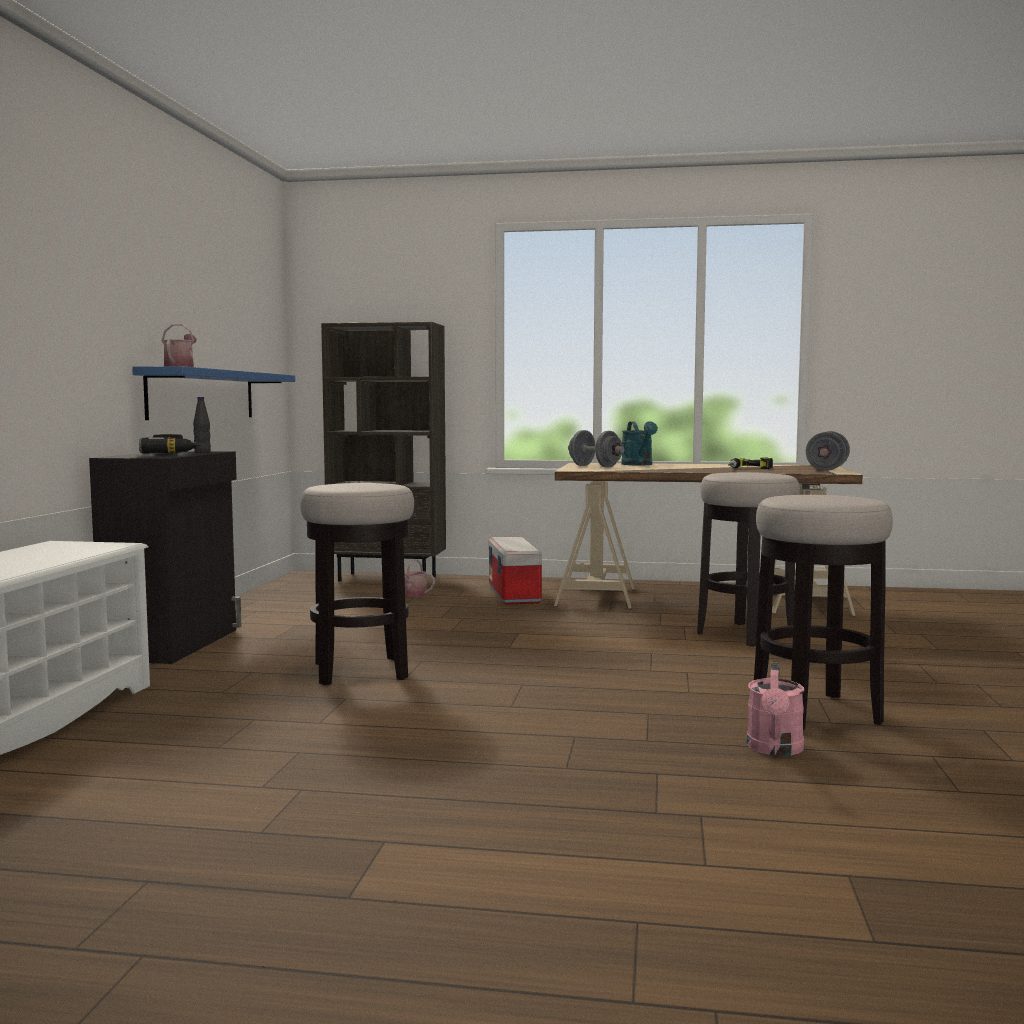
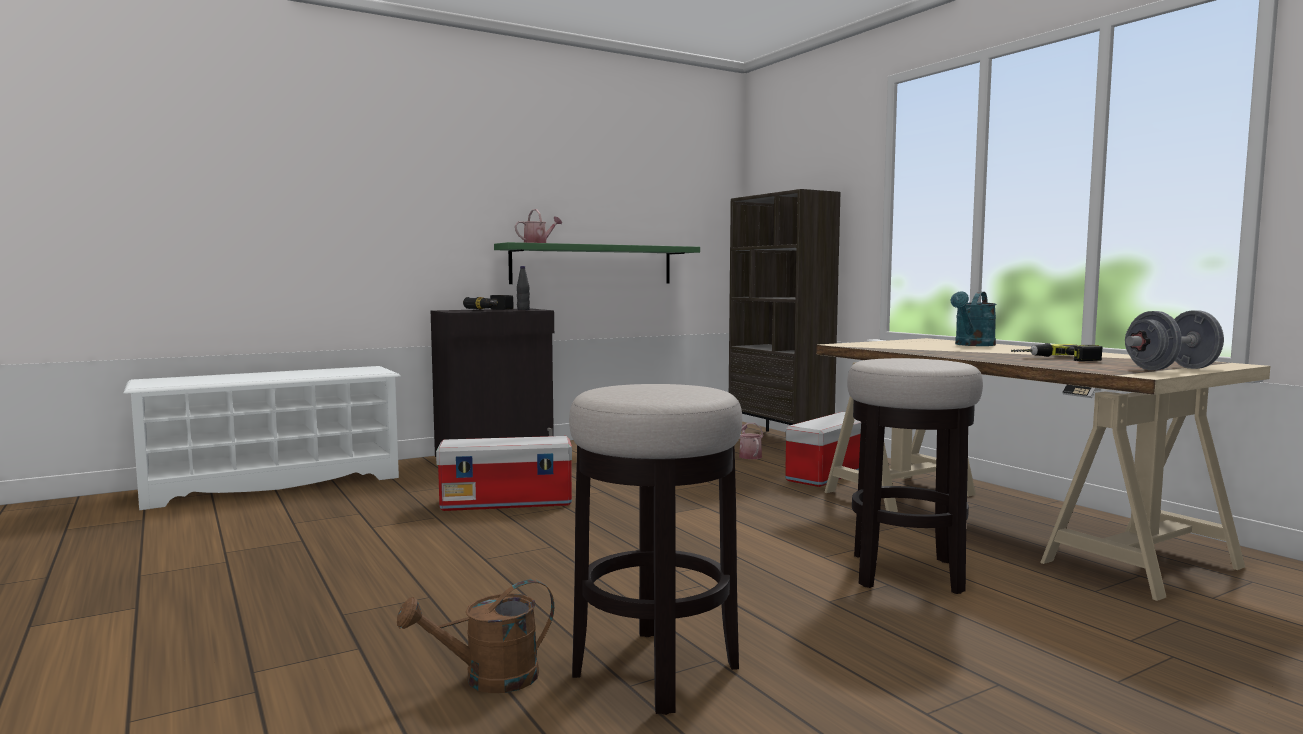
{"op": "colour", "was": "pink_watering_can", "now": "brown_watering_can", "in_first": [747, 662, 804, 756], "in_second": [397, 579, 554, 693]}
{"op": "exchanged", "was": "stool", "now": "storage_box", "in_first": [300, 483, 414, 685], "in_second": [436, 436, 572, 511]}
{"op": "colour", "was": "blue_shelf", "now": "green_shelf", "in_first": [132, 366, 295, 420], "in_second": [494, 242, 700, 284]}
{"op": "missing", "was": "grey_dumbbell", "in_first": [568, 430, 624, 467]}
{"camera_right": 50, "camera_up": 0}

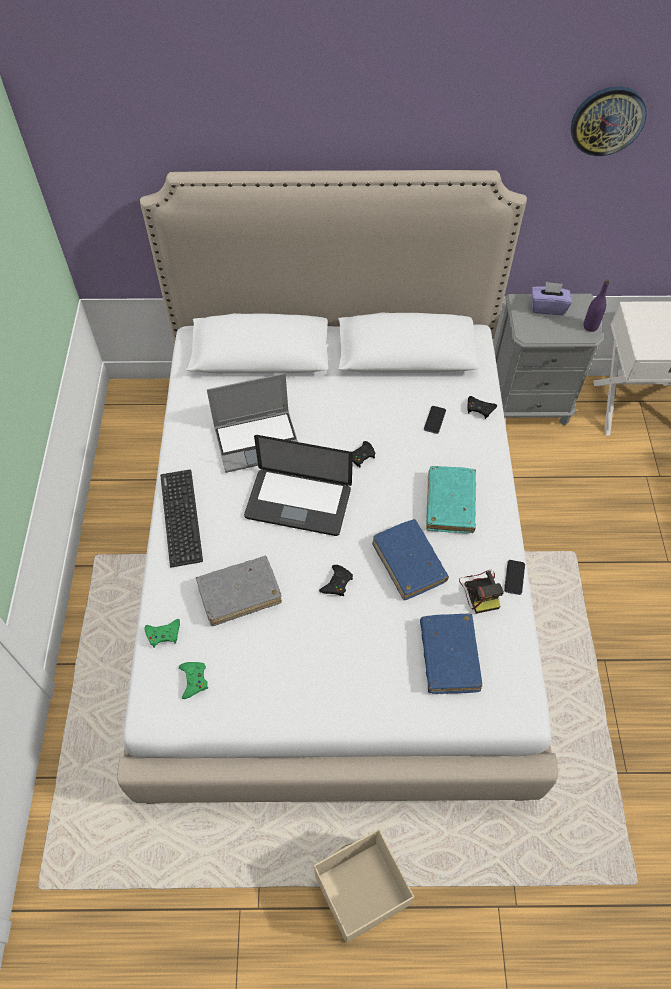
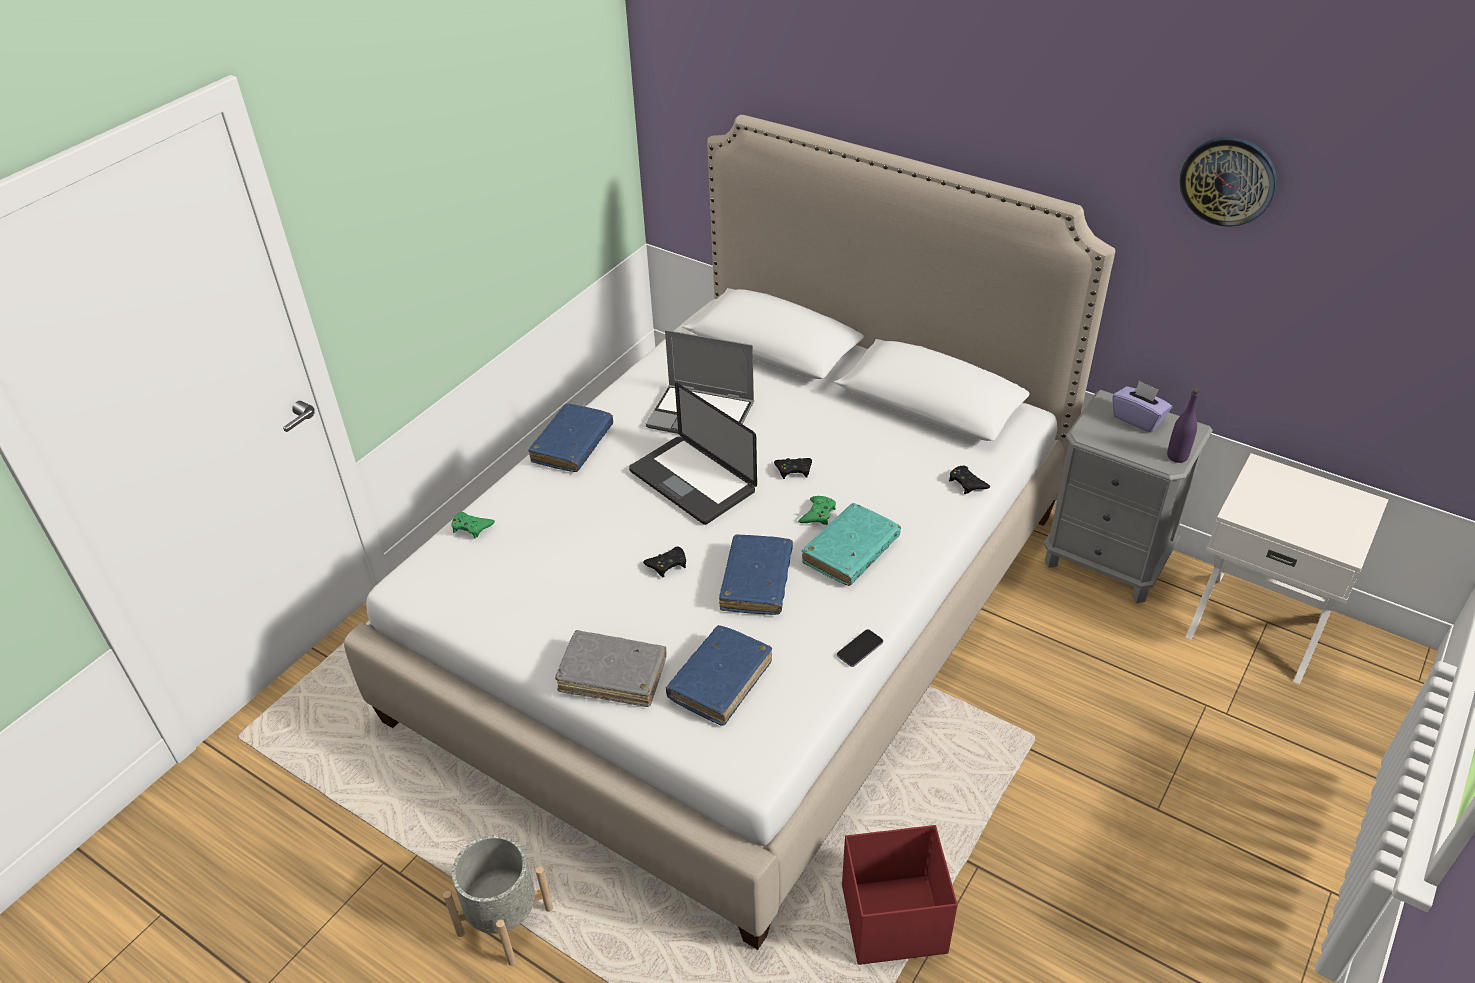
{"op": "exchanged", "was": "beige_storage_box", "now": "grey_planter", "in_first": [314, 829, 414, 943], "in_second": [443, 835, 553, 966]}
{"op": "exchanged", "was": "keyboard", "now": "blue_book", "in_first": [160, 470, 203, 567], "in_second": [528, 403, 613, 472]}
{"op": "relocated", "was": "grey_book", "in_first": [196, 556, 282, 626], "in_second": [555, 630, 667, 707]}
{"op": "relocated", "was": "green_game_controller", "in_first": [179, 662, 208, 699], "in_second": [798, 496, 836, 525]}
{"op": "appeared", "now": "red_storage_box", "in_second": [842, 825, 958, 965]}
{"op": "missing", "was": "phone", "in_first": [424, 406, 446, 434]}
{"op": "missing", "was": "photo_camera", "in_first": [459, 570, 504, 614]}
{"camera_right": 35, "camera_up": -15}

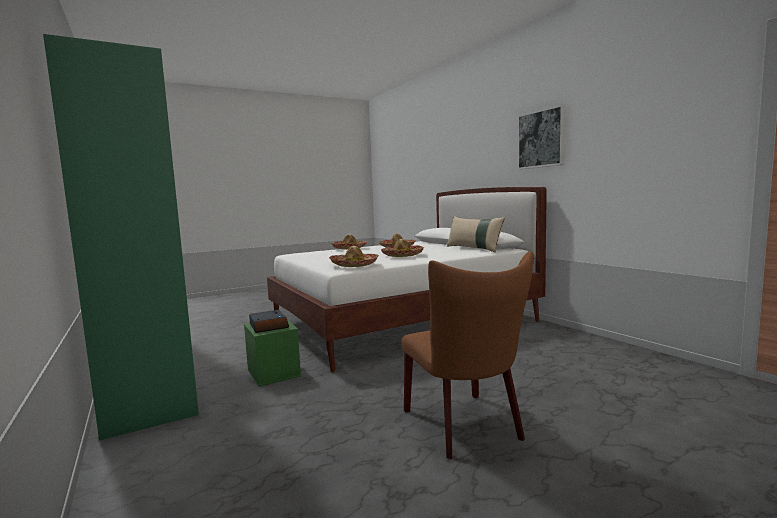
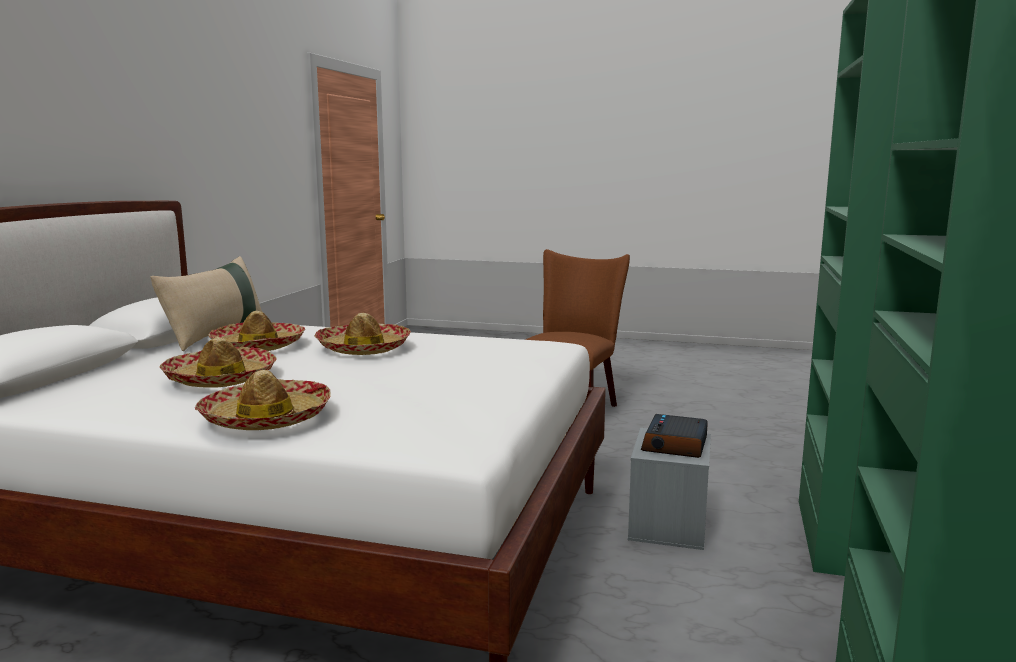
{"op": "relocated", "was": "hat", "in_first": [329, 246, 379, 267], "in_second": [208, 311, 305, 351]}
{"op": "colour", "was": "green_storage_box", "now": "grey_storage_box", "in_first": [244, 320, 301, 387], "in_second": [628, 428, 711, 550]}
{"op": "missing", "was": "picture", "in_first": [517, 104, 566, 170]}
{"camera_right": -135, "camera_up": 5}

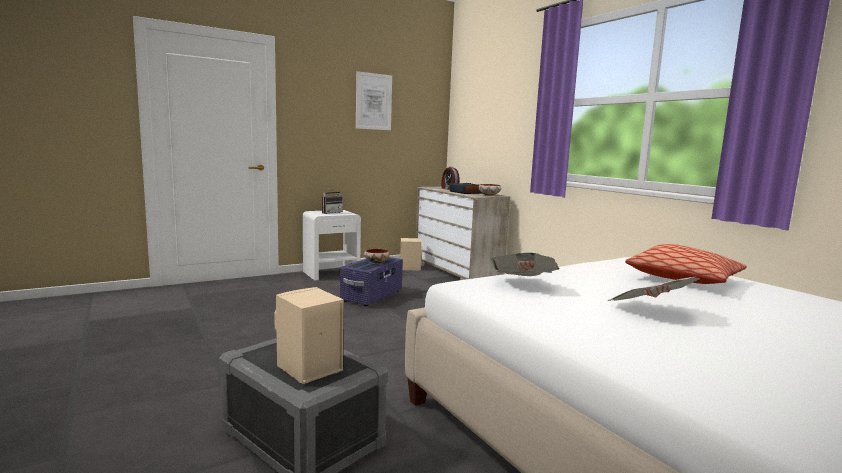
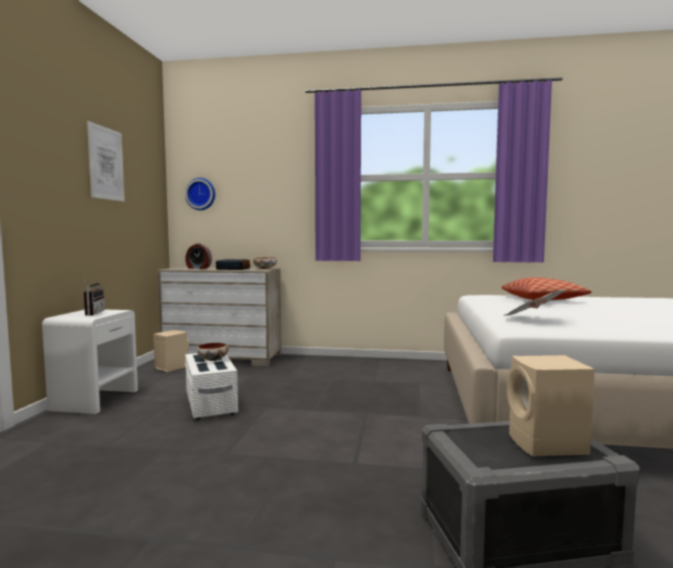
{"op": "appeared", "now": "wall_clock", "in_second": [185, 178, 215, 210]}
{"op": "colour", "was": "purple_storage_box", "now": "white_storage_box", "in_first": [340, 257, 403, 306], "in_second": [185, 353, 238, 420]}
{"op": "missing", "was": "newspaper", "in_first": [607, 277, 700, 301]}
{"camera_right": -50, "camera_up": -5}

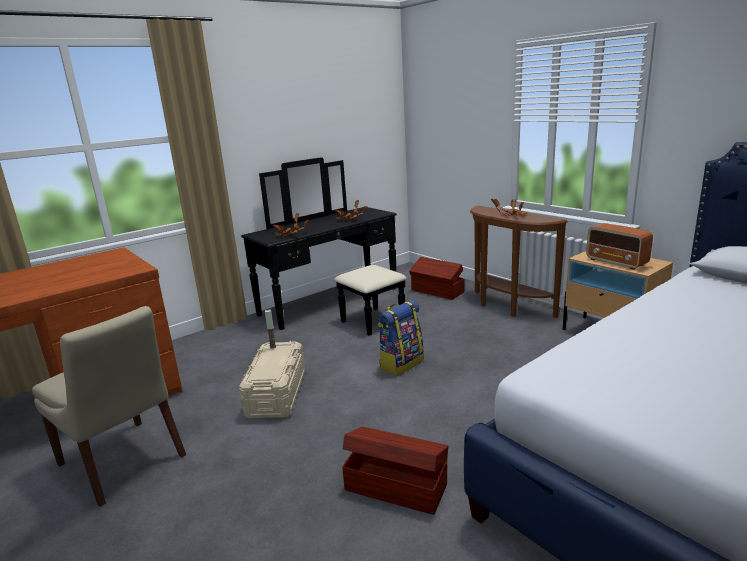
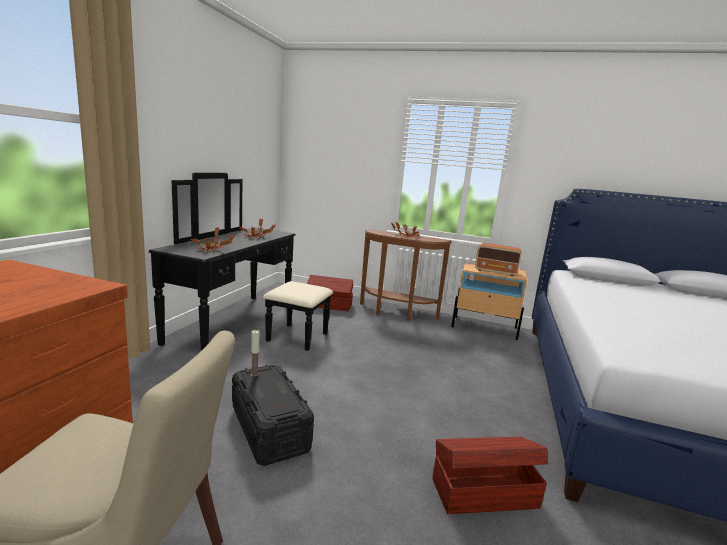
{"op": "colour", "was": "beige_storage_box", "now": "black_storage_box", "in_first": [239, 341, 305, 419], "in_second": [232, 365, 314, 466]}
{"op": "missing", "was": "backpack", "in_first": [378, 300, 424, 376]}
{"camera_right": -35, "camera_up": -5}

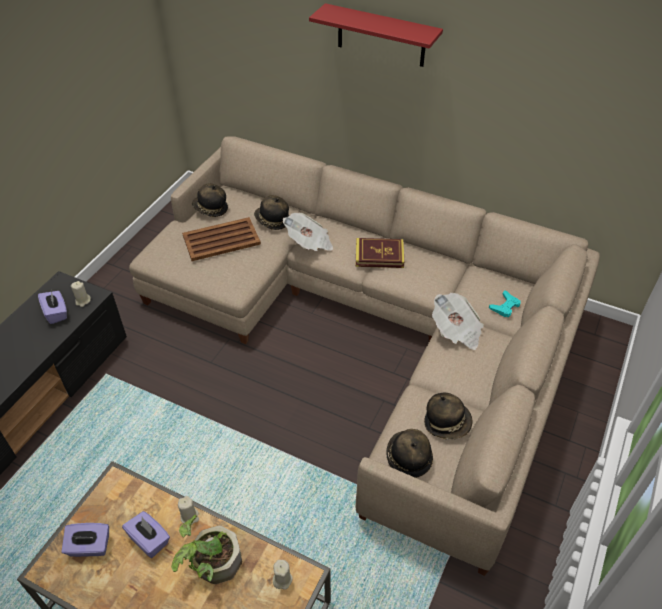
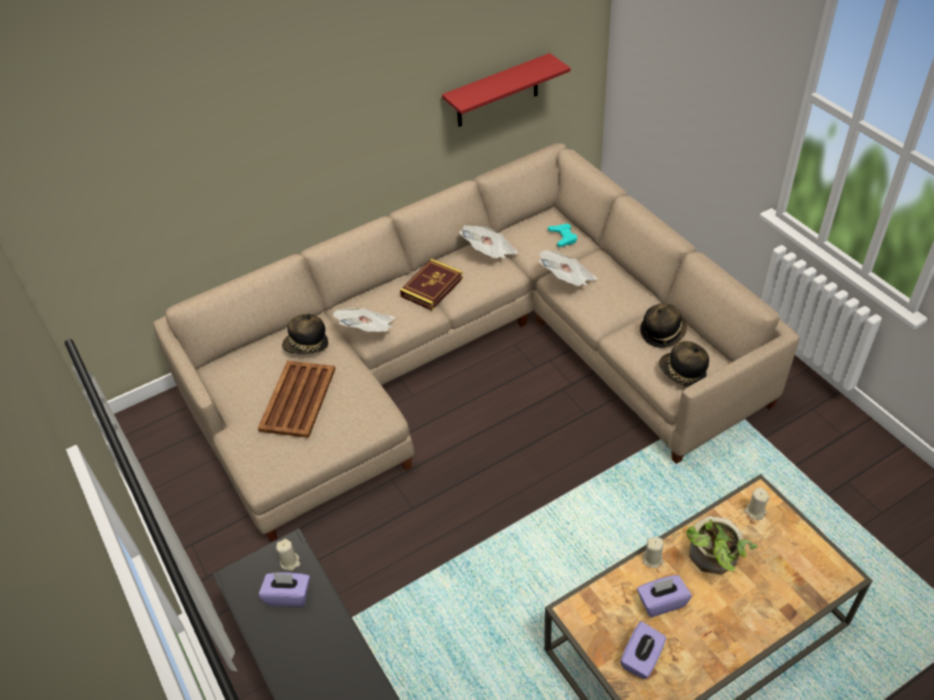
{"op": "relocated", "was": "red_shelf", "in_first": [309, 3, 443, 67], "in_second": [442, 53, 571, 127]}
{"op": "appeared", "now": "newspaper", "in_second": [459, 226, 518, 259]}
{"op": "missing", "was": "hat", "in_first": [192, 184, 228, 217]}
{"camera_right": -55, "camera_up": 0}

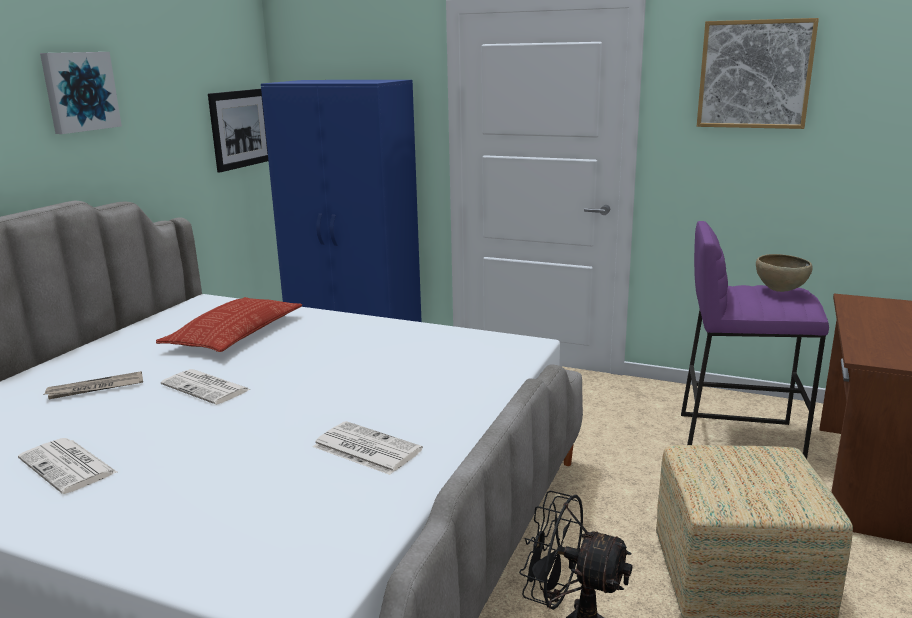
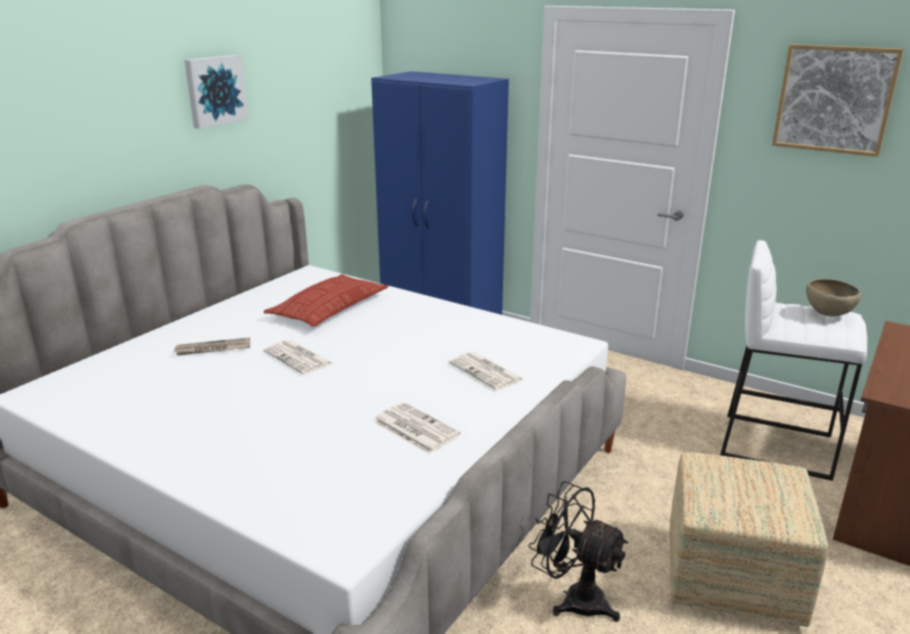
{"op": "relocated", "was": "newspaper", "in_first": [18, 438, 117, 494], "in_second": [449, 352, 524, 390]}
{"op": "colour", "was": "purple_stool", "now": "white_stool", "in_first": [681, 221, 829, 459], "in_second": [720, 240, 867, 481]}
{"op": "missing", "was": "picture", "in_first": [208, 89, 268, 173]}
{"camera_right": 10, "camera_up": 5}

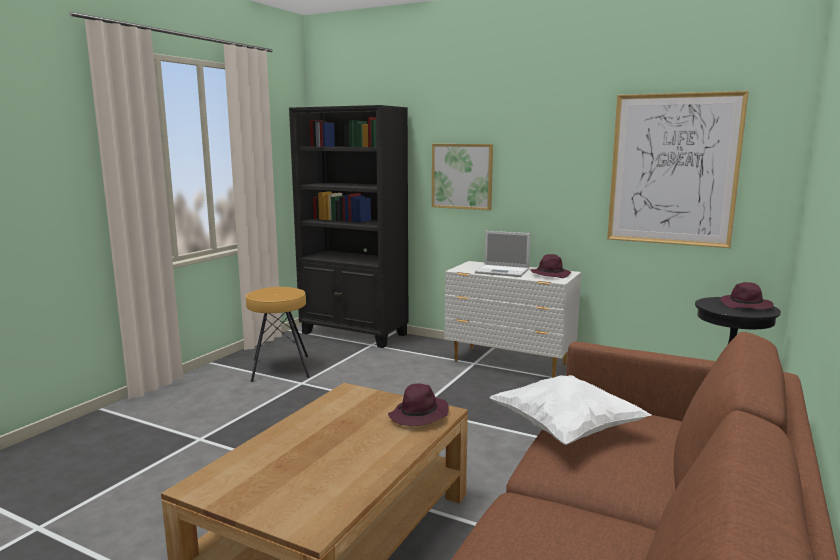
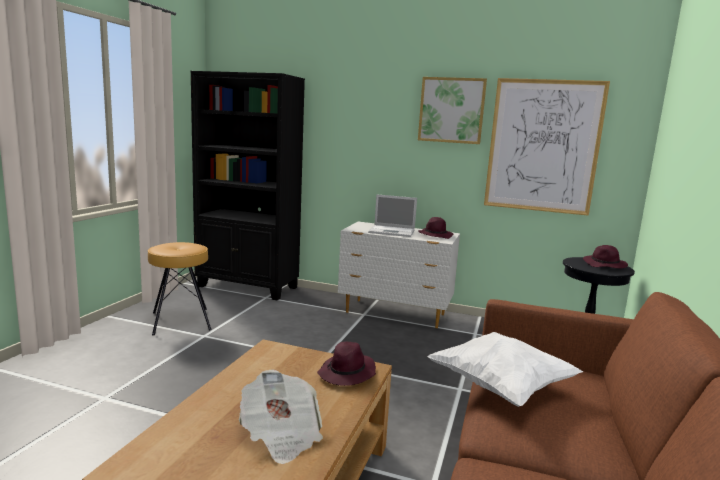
{"op": "appeared", "now": "newspaper", "in_second": [239, 370, 323, 464]}
{"op": "relocated", "was": "picture", "in_first": [432, 144, 493, 211], "in_second": [418, 77, 487, 144]}
{"camera_right": -10, "camera_up": 0}

